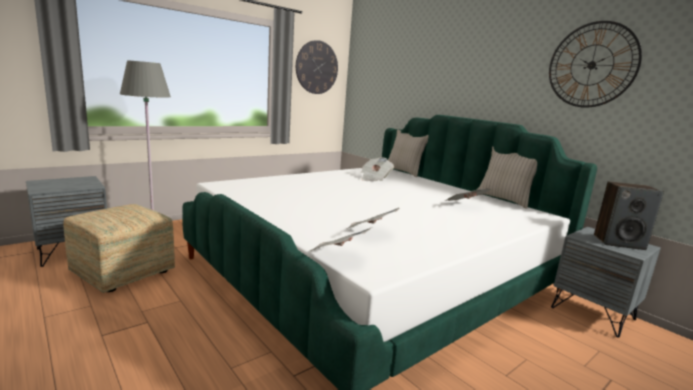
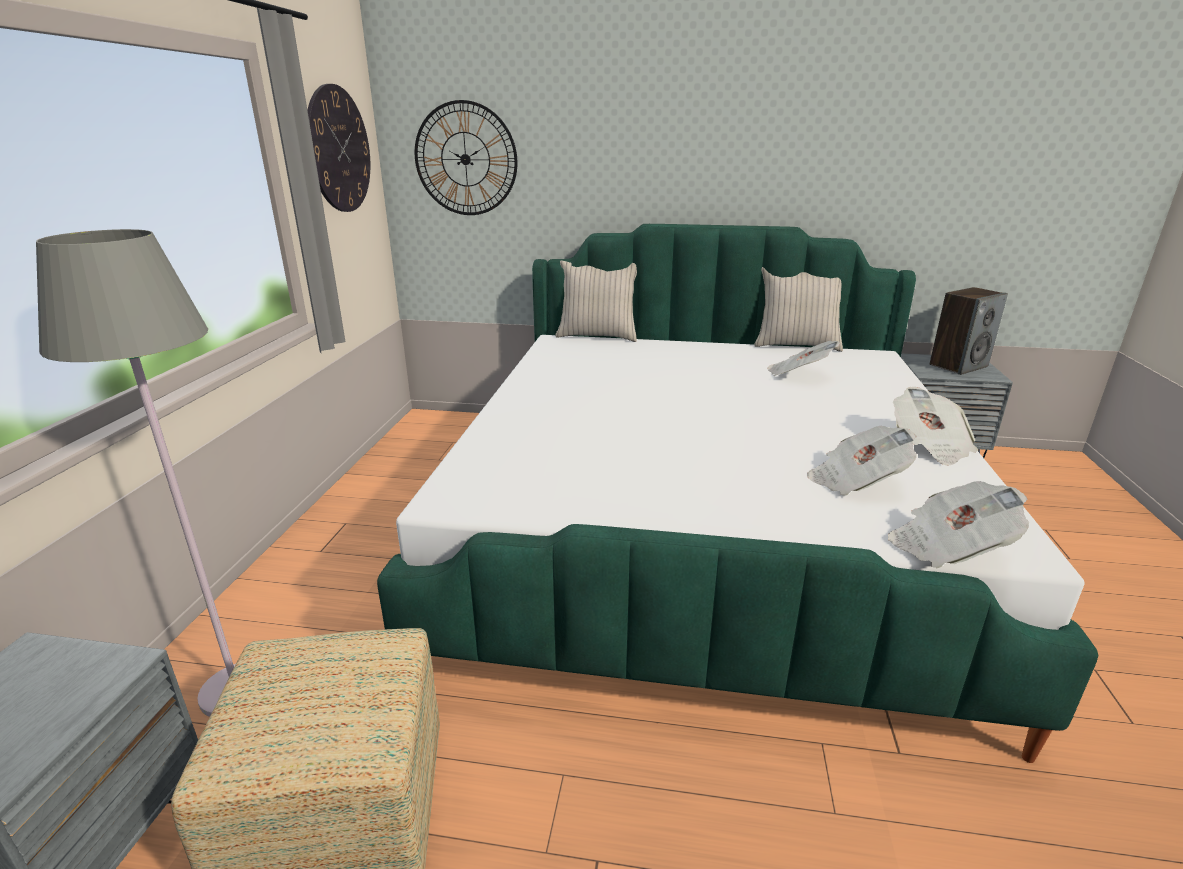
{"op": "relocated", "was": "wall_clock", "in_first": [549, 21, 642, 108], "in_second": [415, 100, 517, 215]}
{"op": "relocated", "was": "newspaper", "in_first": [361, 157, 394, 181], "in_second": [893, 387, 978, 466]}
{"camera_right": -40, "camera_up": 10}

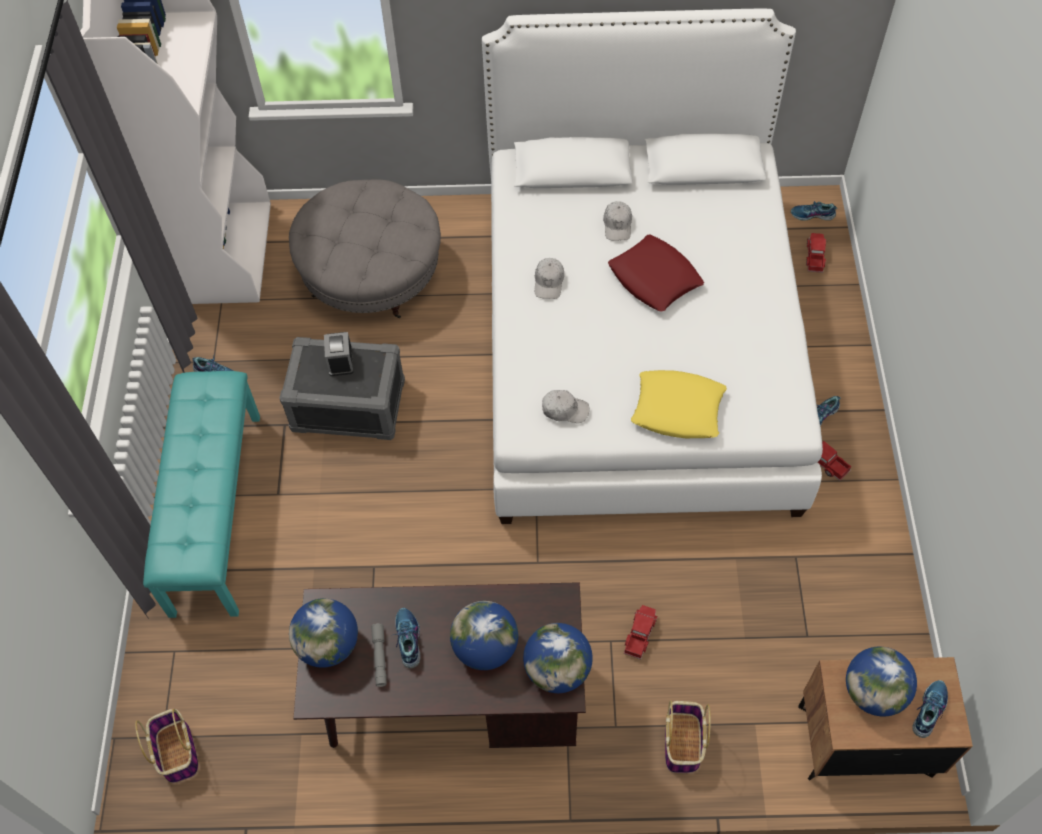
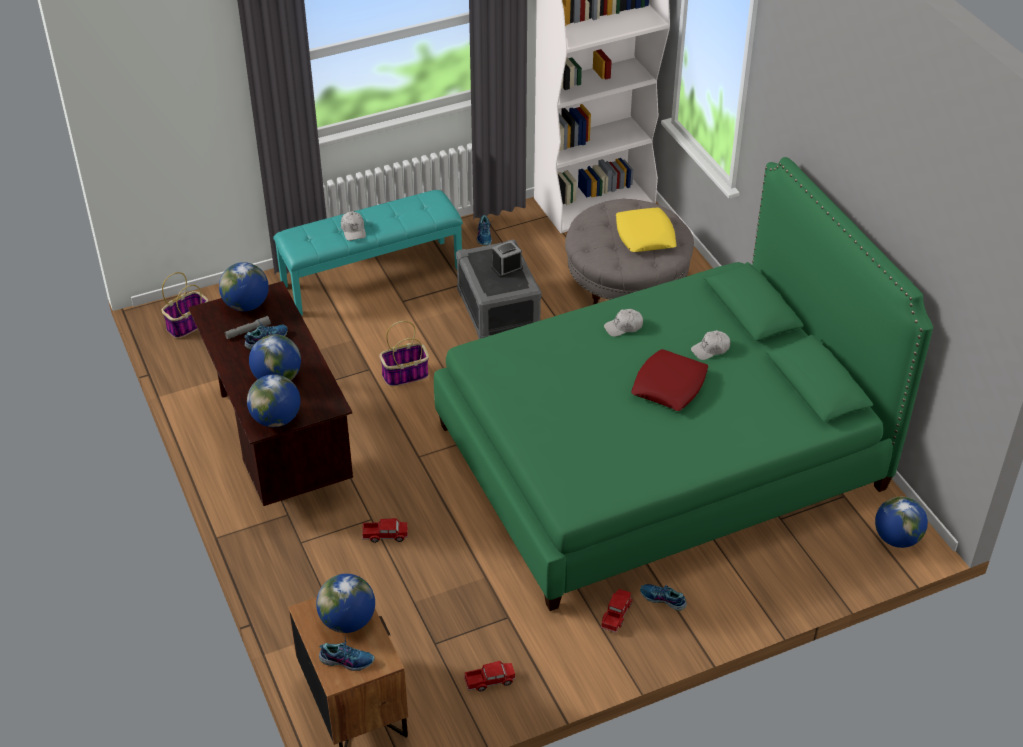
{"op": "relocated", "was": "white_cap", "in_first": [542, 390, 590, 423], "in_second": [341, 212, 366, 241]}
{"op": "relocated", "was": "basket", "in_first": [665, 700, 711, 773], "in_second": [379, 321, 429, 386]}
{"op": "colour", "was": "white_bed", "now": "green_bed", "in_first": [482, 8, 823, 524], "in_second": [434, 157, 933, 611]}
{"op": "relocated", "was": "toy_truck", "in_first": [806, 233, 827, 273], "in_second": [464, 661, 516, 692]}
{"op": "relocated", "was": "yellow_pillow", "in_first": [631, 370, 727, 438], "in_second": [616, 208, 677, 252]}
{"op": "exchanged", "was": "shoe", "now": "globe", "in_first": [791, 201, 837, 221], "in_second": [875, 496, 928, 548]}
{"camera_right": 65, "camera_up": -15}

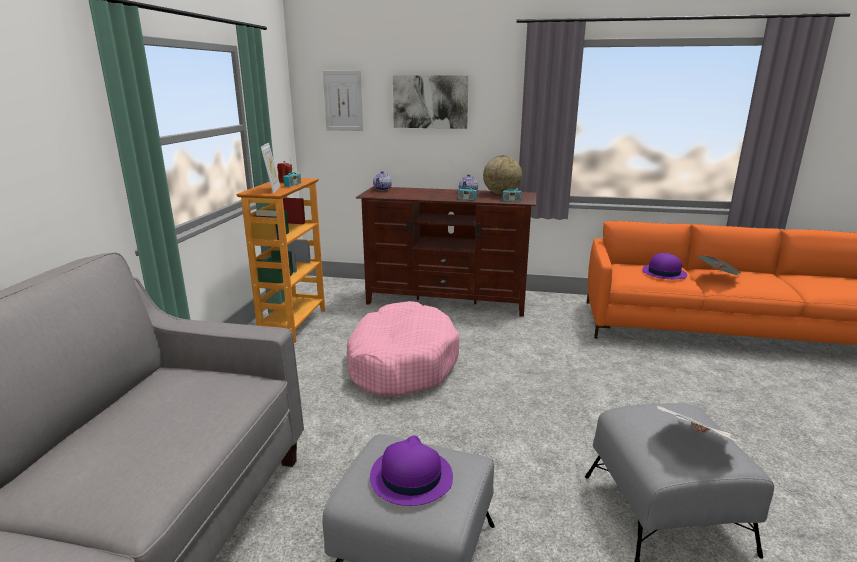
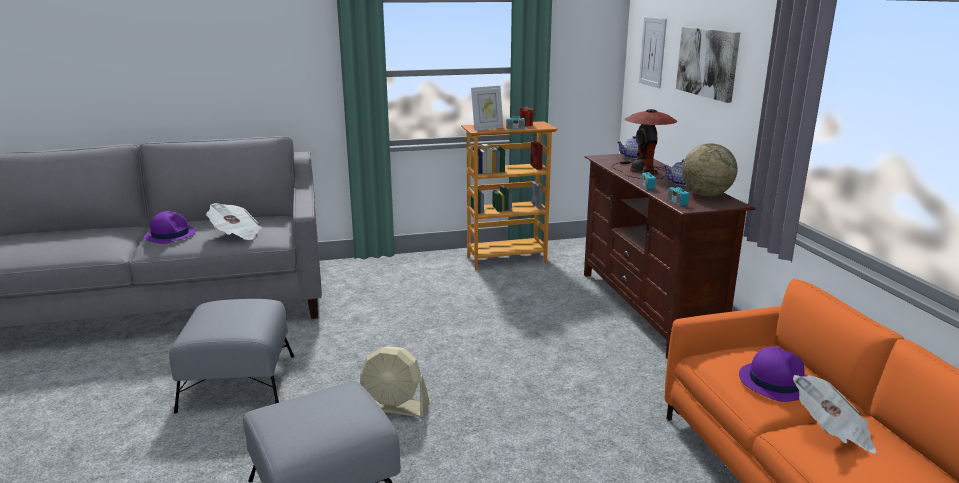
{"op": "relocated", "was": "purple_hat", "in_first": [370, 435, 453, 506], "in_second": [144, 211, 196, 244]}
{"op": "relocated", "was": "newspaper", "in_first": [657, 406, 739, 442], "in_second": [206, 203, 262, 240]}
{"op": "appeared", "now": "beige_fan", "in_second": [360, 346, 430, 417]}
{"op": "appeared", "now": "table_lamp", "in_second": [612, 109, 677, 179]}
{"op": "missing", "was": "pink_dog_bed", "in_first": [347, 301, 459, 397]}
{"camera_right": 65, "camera_up": 0}

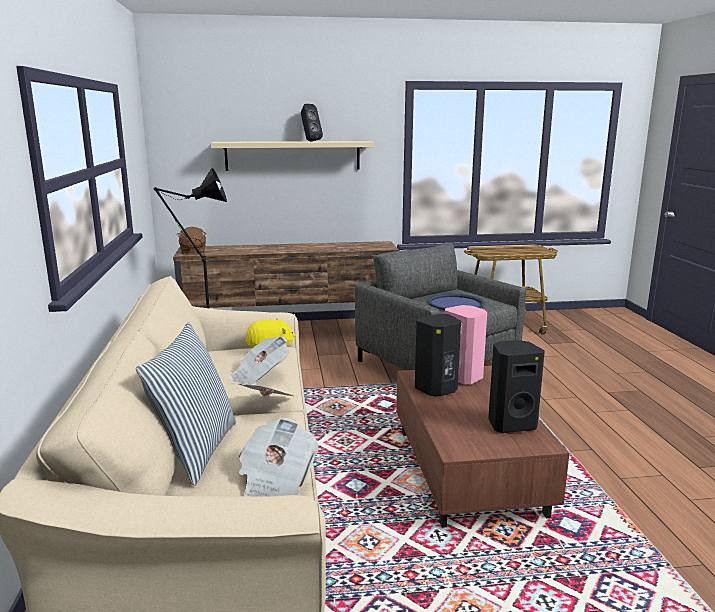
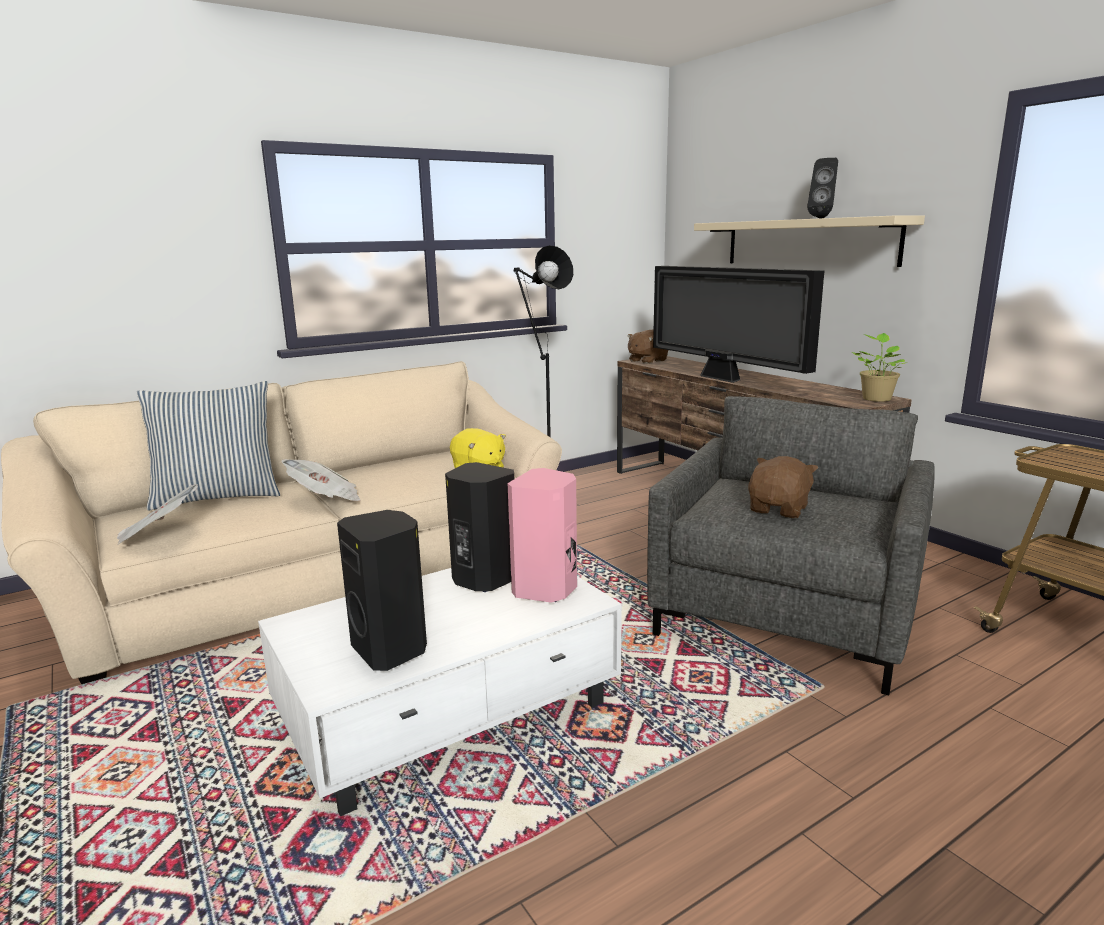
{"op": "colour", "was": "brown_coffee_table", "now": "white_coffee_table", "in_first": [396, 366, 569, 528], "in_second": [258, 568, 622, 817]}
{"op": "appeared", "now": "television", "in_second": [653, 266, 824, 383]}
{"op": "exchanged", "was": "blue_tray", "now": "brown_plush_toy", "in_first": [428, 293, 485, 310], "in_second": [748, 456, 818, 518]}
{"op": "appeared", "now": "potted_plant", "in_second": [852, 333, 905, 402]}
{"op": "missing", "was": "newspaper", "in_first": [228, 336, 289, 385]}
{"camera_right": 65, "camera_up": 0}

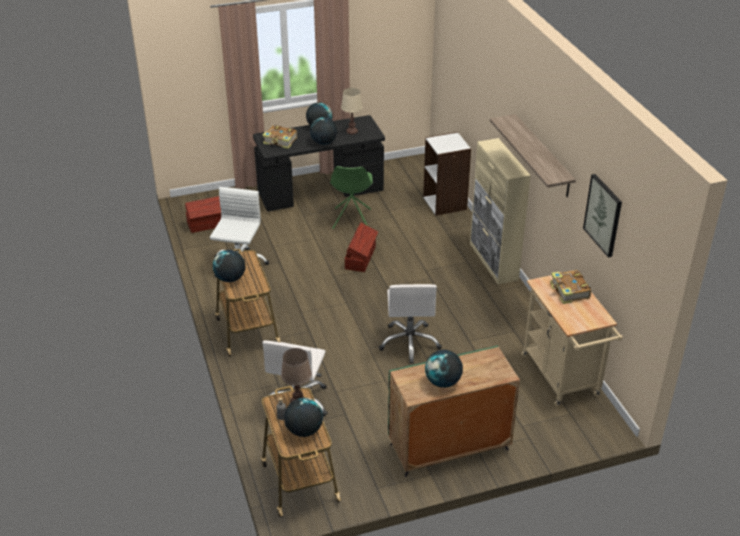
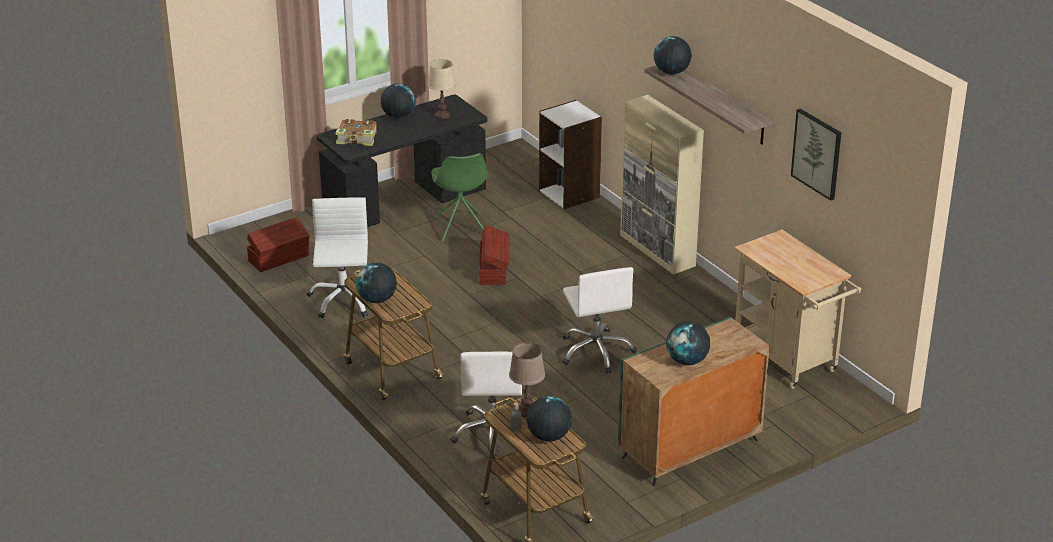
{"op": "relocated", "was": "globe", "in_first": [310, 117, 337, 145], "in_second": [654, 36, 692, 75]}
{"op": "missing", "was": "book", "in_first": [550, 270, 591, 304]}
{"camera_right": -15, "camera_up": -5}

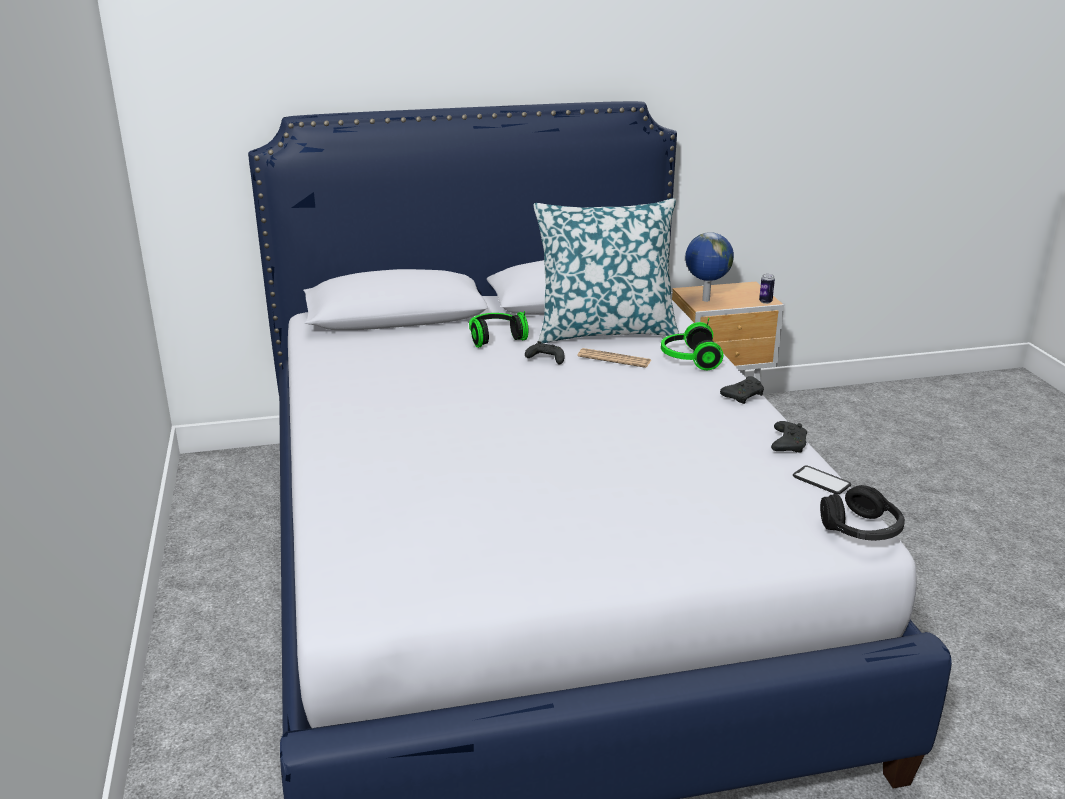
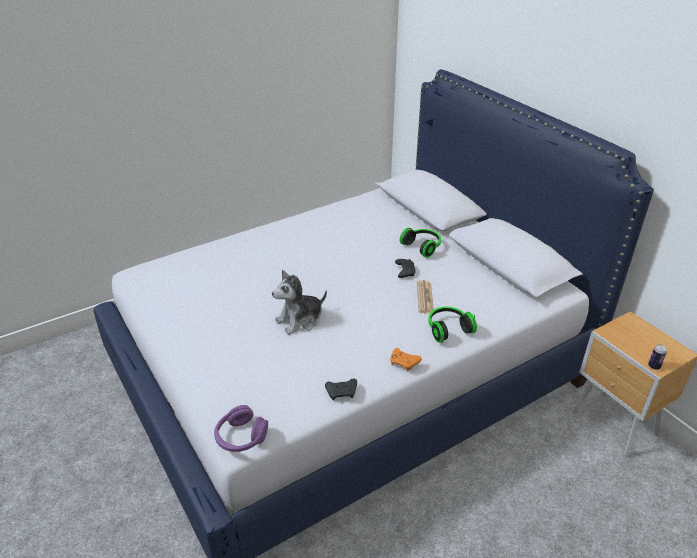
{"op": "colour", "was": "black_headphones", "now": "purple_headphones", "in_first": [820, 485, 905, 541], "in_second": [214, 405, 268, 452]}
{"op": "appeared", "now": "plush_toy", "in_second": [272, 270, 327, 335]}
{"op": "colour", "was": "black_game_controller", "now": "orange_game_controller", "in_first": [720, 376, 764, 404], "in_second": [390, 348, 422, 371]}
{"op": "missing", "was": "pillow", "in_first": [534, 198, 679, 343]}
{"op": "missing", "was": "globe", "in_first": [685, 232, 734, 302]}
{"op": "missing", "was": "phone", "in_first": [793, 466, 851, 494]}
{"camera_right": 70, "camera_up": 10}

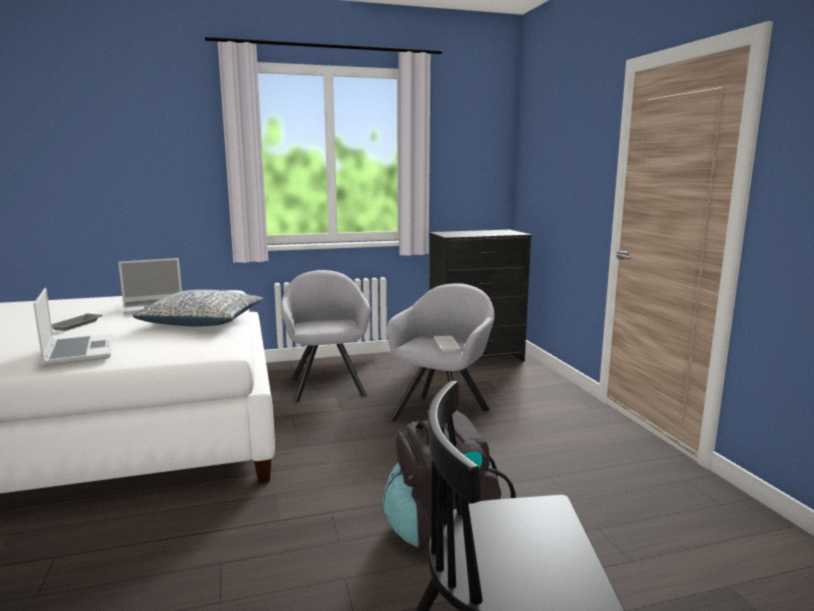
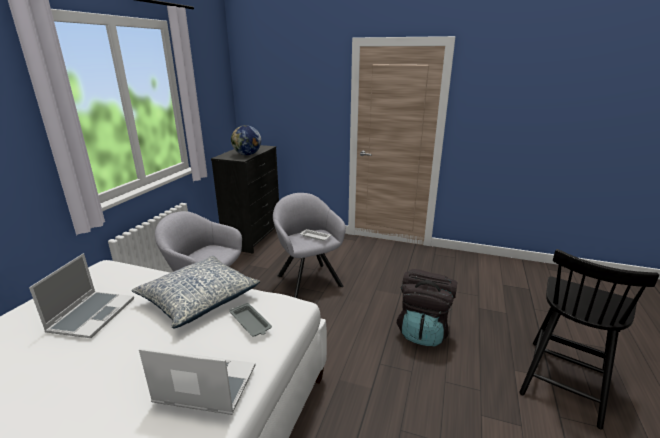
{"op": "relocated", "was": "grey_tray", "in_first": [52, 313, 102, 331], "in_second": [229, 302, 272, 337]}
{"op": "appeared", "now": "globe", "in_second": [231, 125, 261, 155]}
{"camera_right": -55, "camera_up": 10}

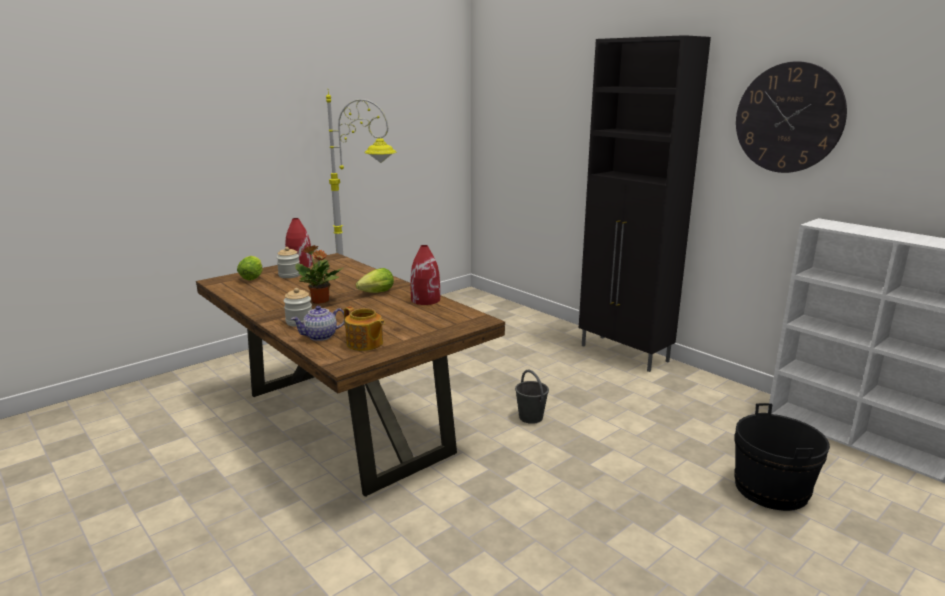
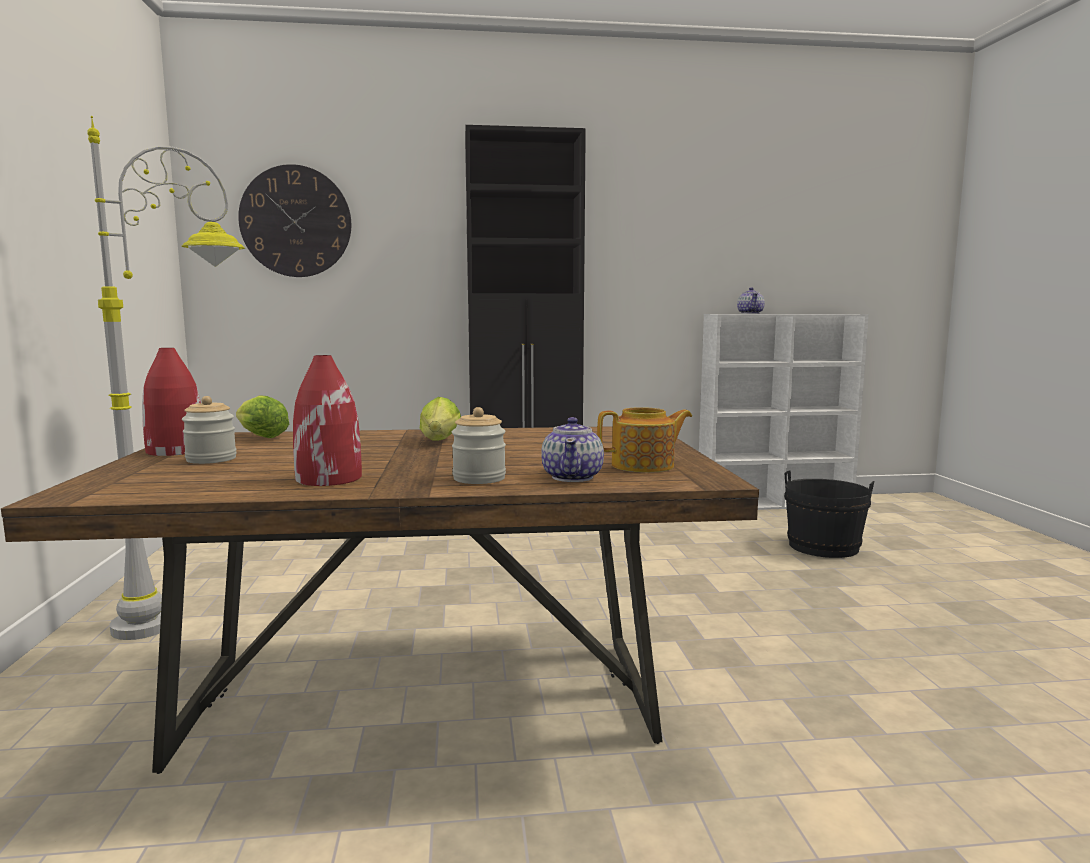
{"op": "relocated", "was": "lettuce", "in_first": [237, 256, 263, 281], "in_second": [236, 395, 289, 438]}
{"op": "relocated", "was": "wall_clock", "in_first": [736, 61, 847, 173], "in_second": [238, 164, 351, 277]}
{"op": "relocated", "was": "red_vase", "in_first": [411, 245, 440, 305], "in_second": [293, 355, 362, 486]}
{"op": "appeared", "now": "teapot", "in_second": [737, 287, 765, 314]}
{"op": "missing", "was": "potted_plant", "in_first": [295, 245, 343, 304]}
{"op": "missing", "was": "grey_bucket", "in_first": [515, 370, 549, 424]}
{"camera_right": -55, "camera_up": -10}

